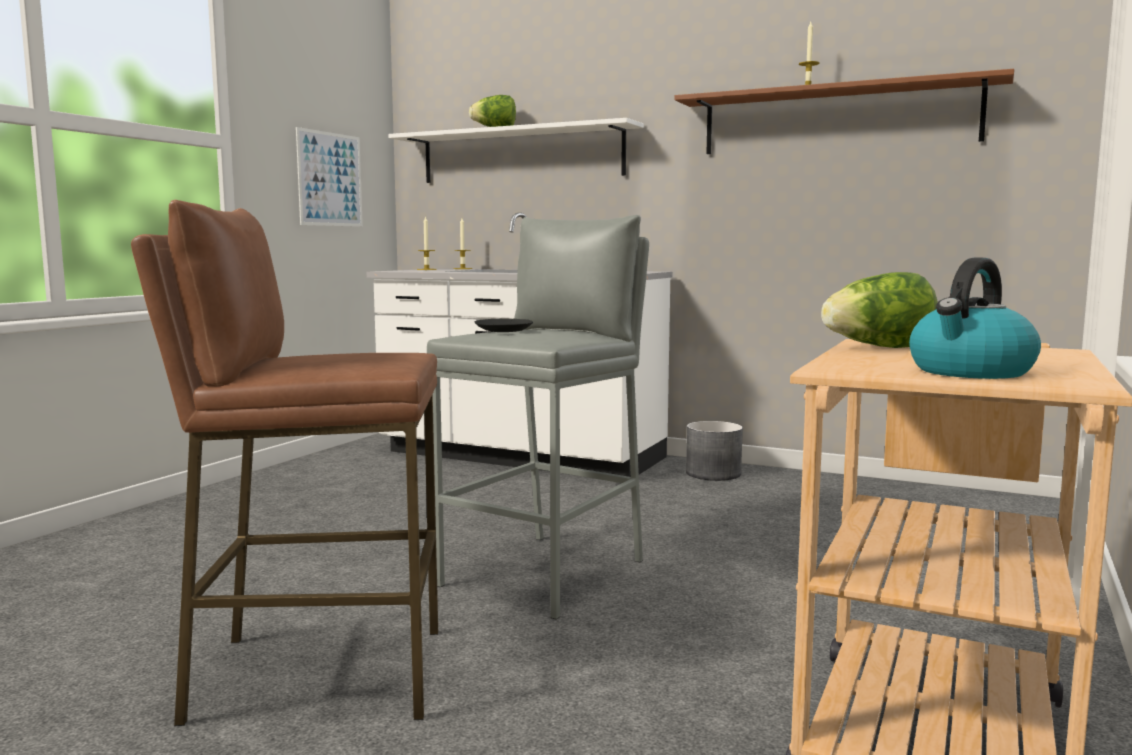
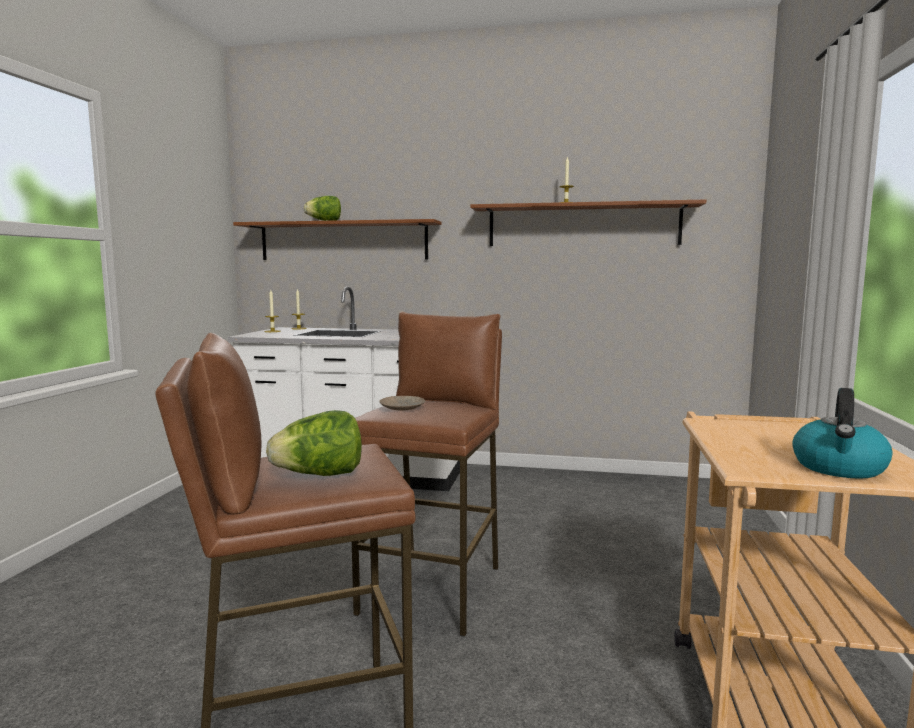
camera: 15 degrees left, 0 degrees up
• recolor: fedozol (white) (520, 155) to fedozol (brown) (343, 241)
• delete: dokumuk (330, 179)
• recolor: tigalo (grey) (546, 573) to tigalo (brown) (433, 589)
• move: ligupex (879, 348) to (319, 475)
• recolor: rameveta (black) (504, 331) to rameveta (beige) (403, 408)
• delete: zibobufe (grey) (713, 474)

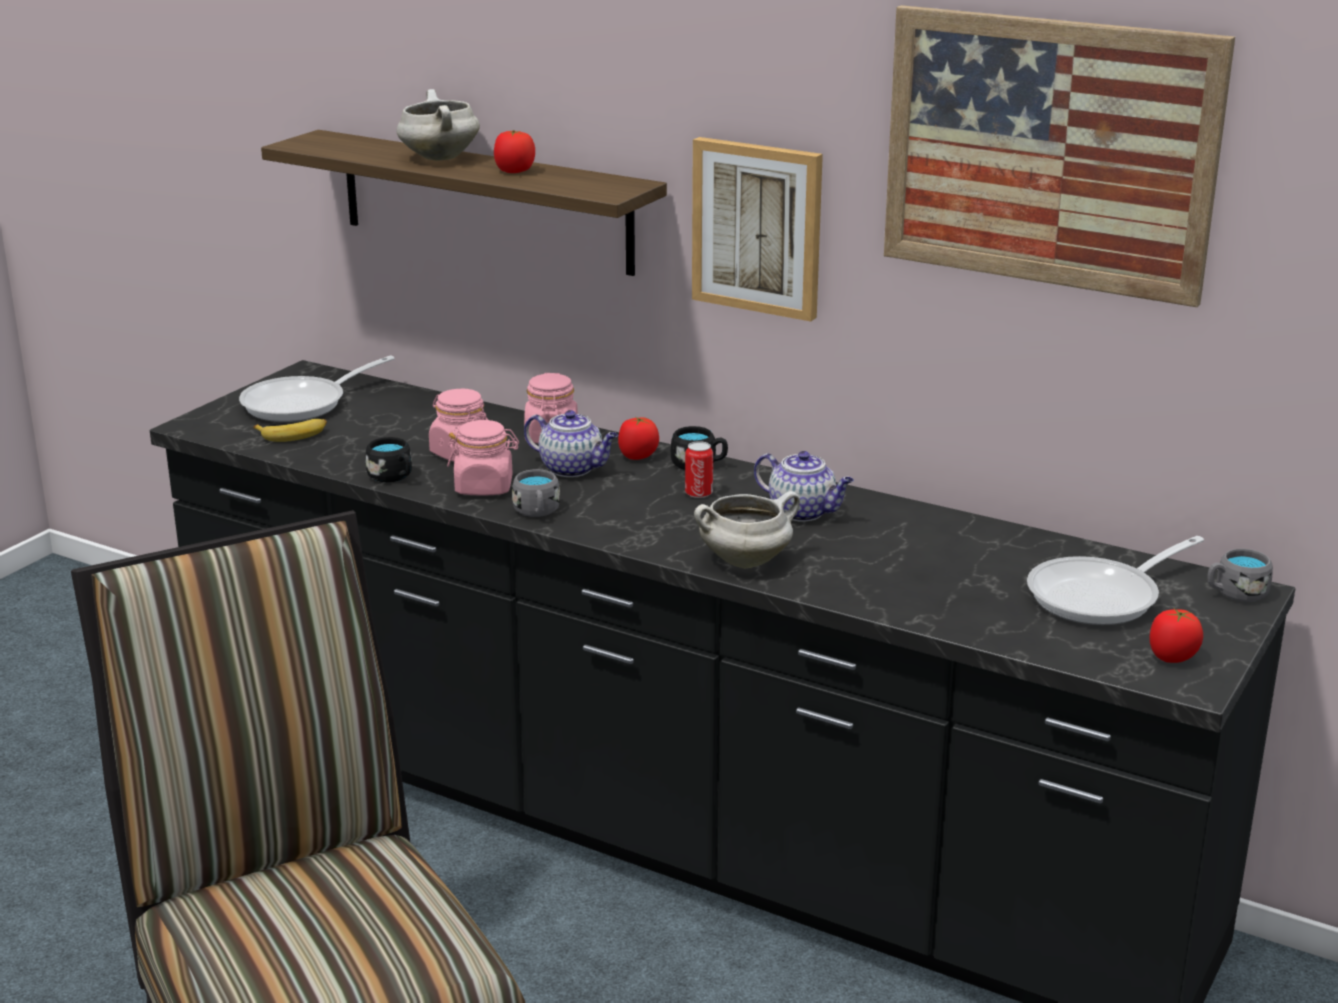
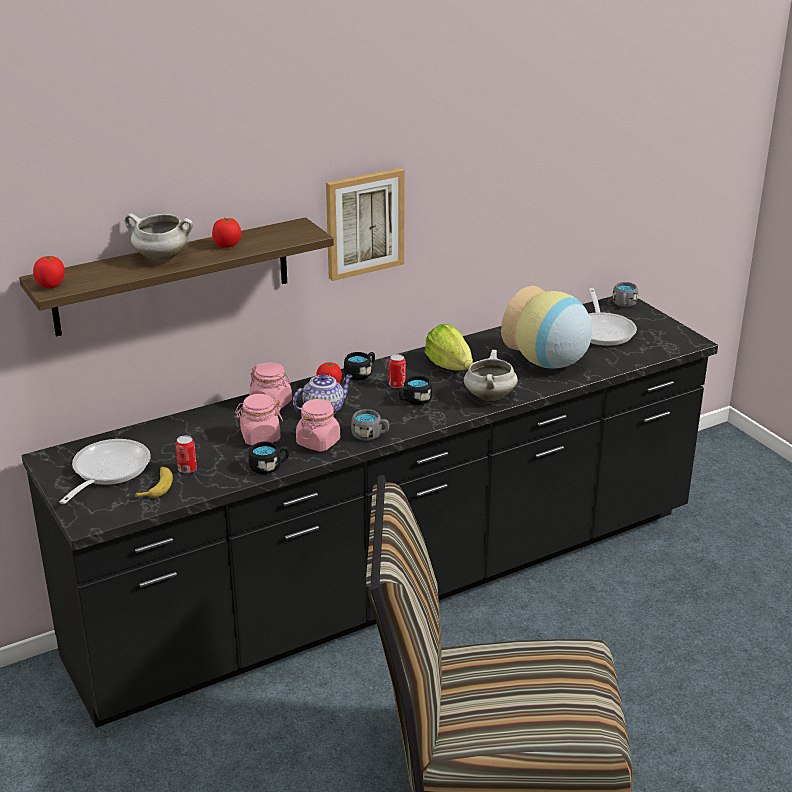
camera: 60 degrees left, 5 degrees up
• delete: dokumuk (1049, 152)
• rotate: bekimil (303, 404) = (107, 471) 150 degrees counterclockwise
• replace: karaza (803, 512) to ligupex (449, 365)
• move: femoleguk (1172, 657) to (50, 285)
• insert: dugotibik (549, 363)
• insert: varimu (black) (414, 401)
• insert: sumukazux (187, 469)

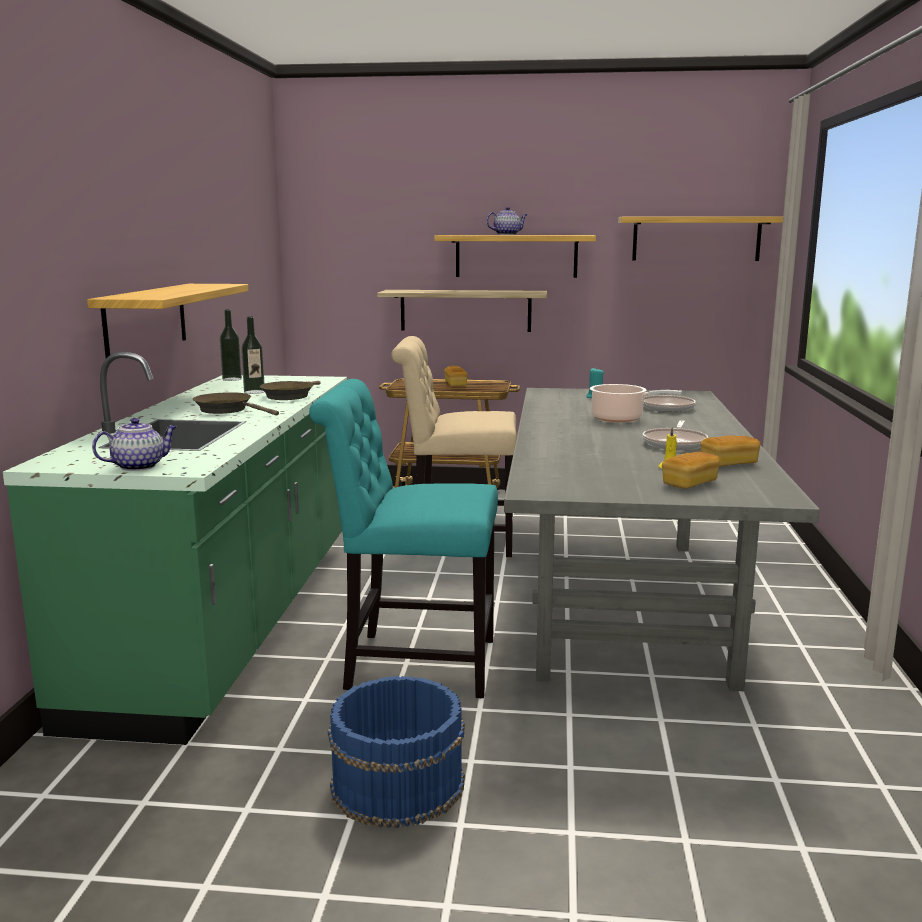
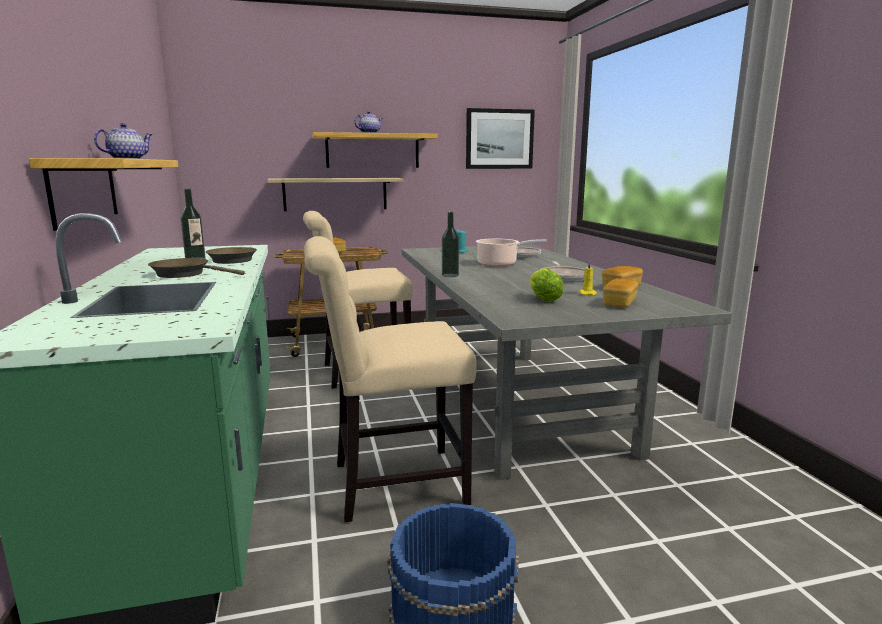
camera: 20 degrees left, 0 degrees up
• replace: fedozol (696, 239) to dokumuk (499, 139)
• move: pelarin (232, 379) to (450, 275)
• recolor: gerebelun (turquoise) (412, 664) to gerebelun (beige) (390, 484)
• move: karaza (139, 466) to (128, 159)
• insert: ligupex (542, 299)

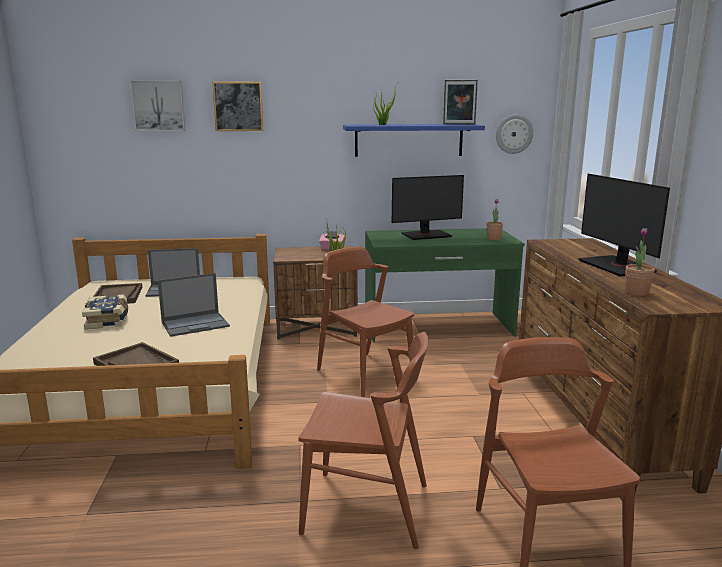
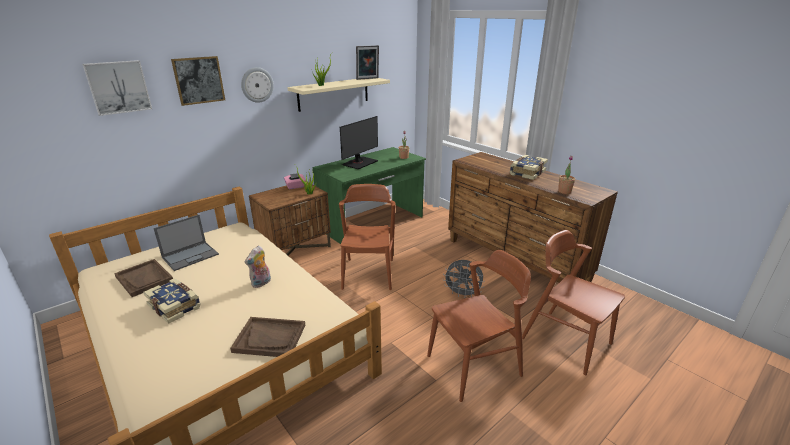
camera: 35 degrees left, 10 degrees up
• move: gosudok (514, 134) to (257, 85)
• recolor: fedozol (blue) (409, 140) to fedozol (beige) (333, 93)
• replace: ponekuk (617, 266) to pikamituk (526, 173)
• rotate: gerebelun (brown) (365, 373) = (368, 273) 75 degrees clockwise
• replace: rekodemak (196, 324) to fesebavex (261, 283)
• insert: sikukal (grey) (462, 294)

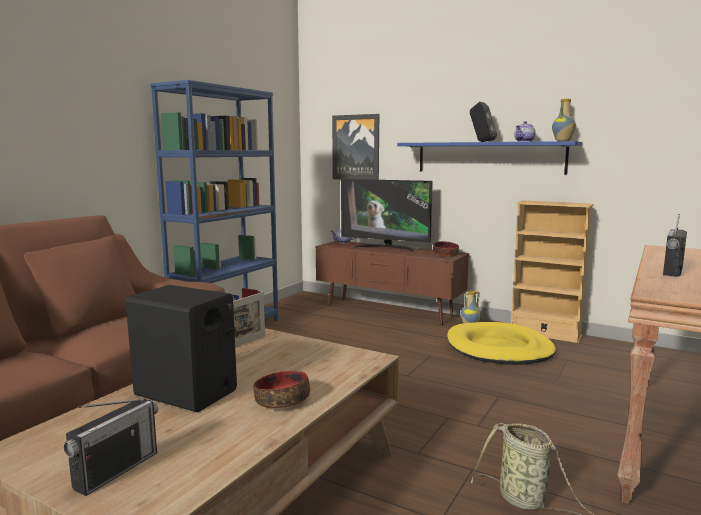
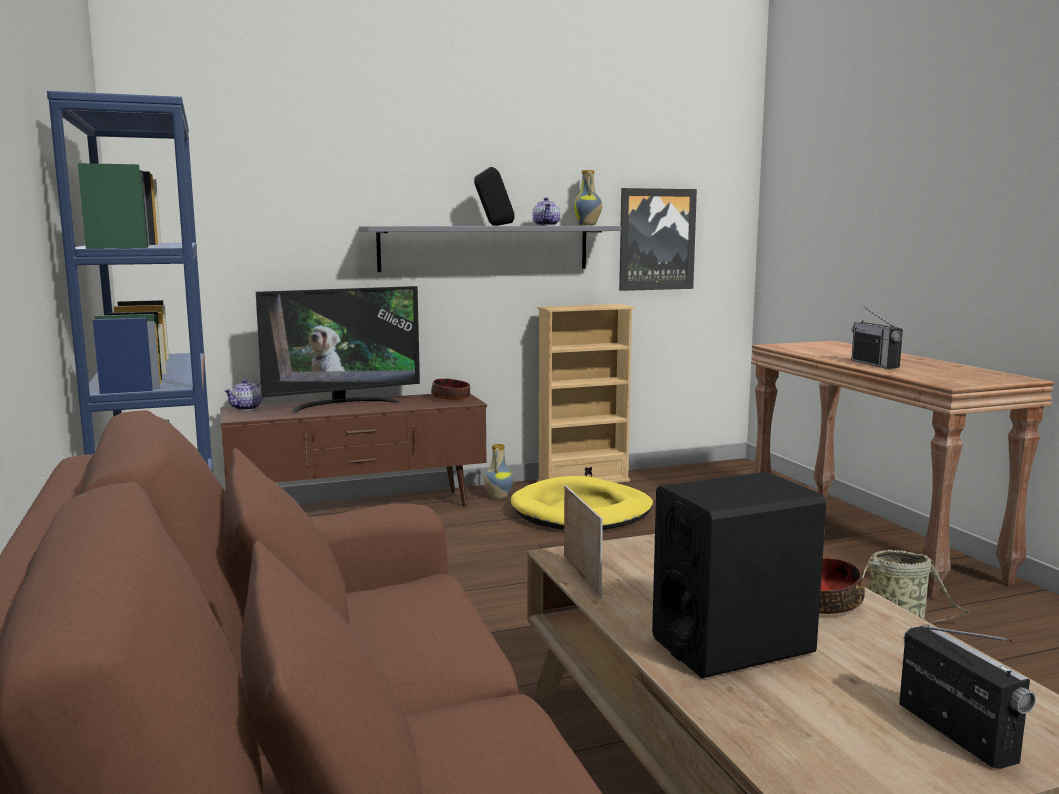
camera: 50 degrees left, 0 degrees up
• move: dokumuk (356, 147) to (656, 239)
• recolor: fedozol (blue) (489, 157) to fedozol (grey) (485, 248)

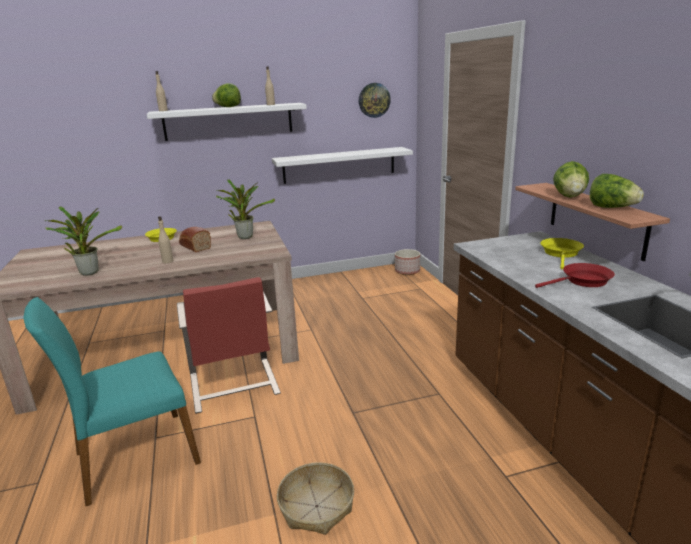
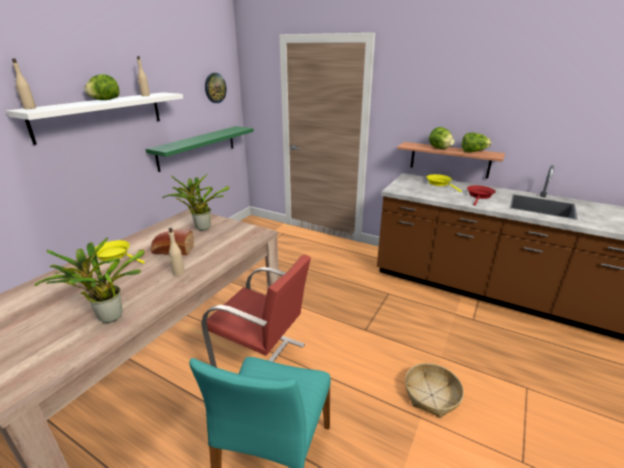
camera: 45 degrees left, 5 degrees up
• recolor: fedozol (white) (339, 165) to fedozol (green) (197, 147)
• delete: zibobufe (407, 271)

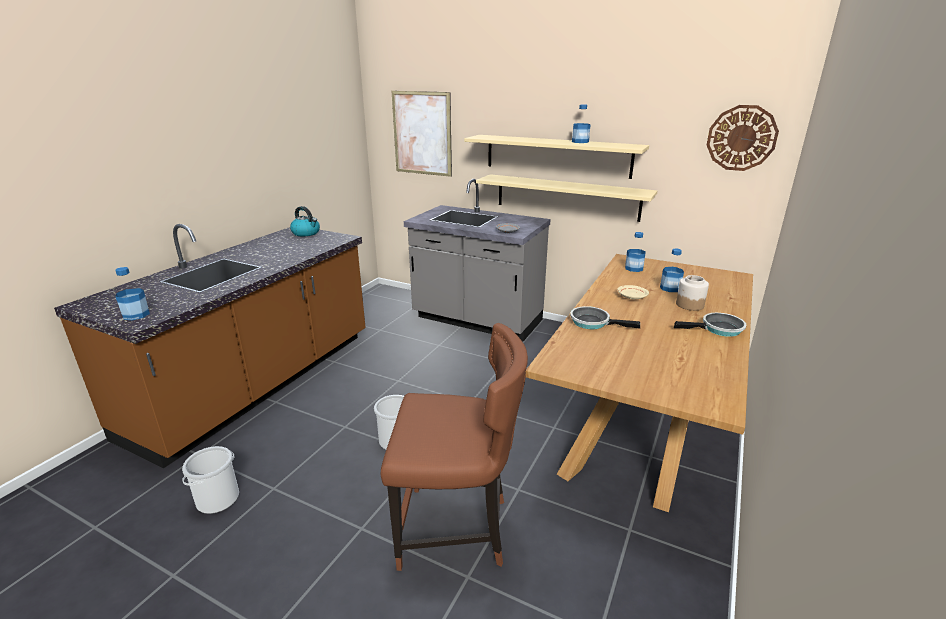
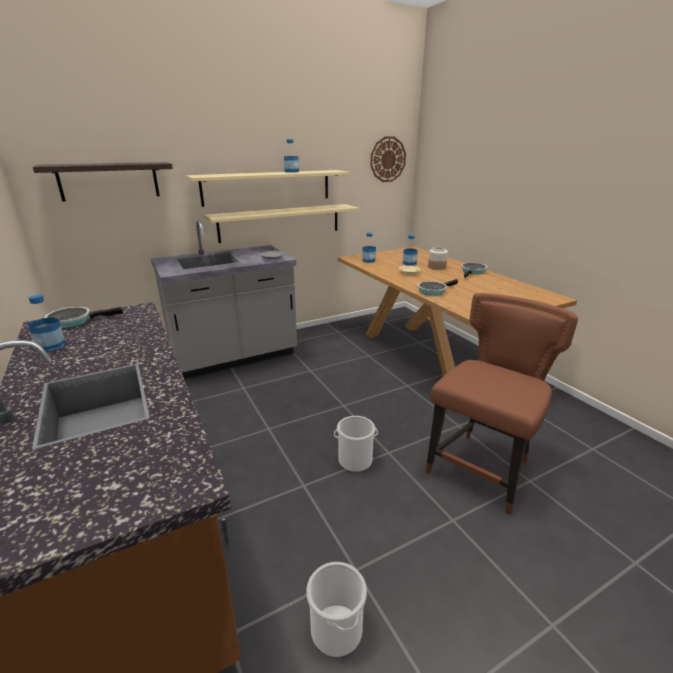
camera: 55 degrees left, 0 degrees up
• replace: dokumuk (422, 133) to fedozol (109, 181)
• replace: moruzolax (306, 233) to bekimil (74, 321)
• move: pelarin (136, 315) to (51, 346)

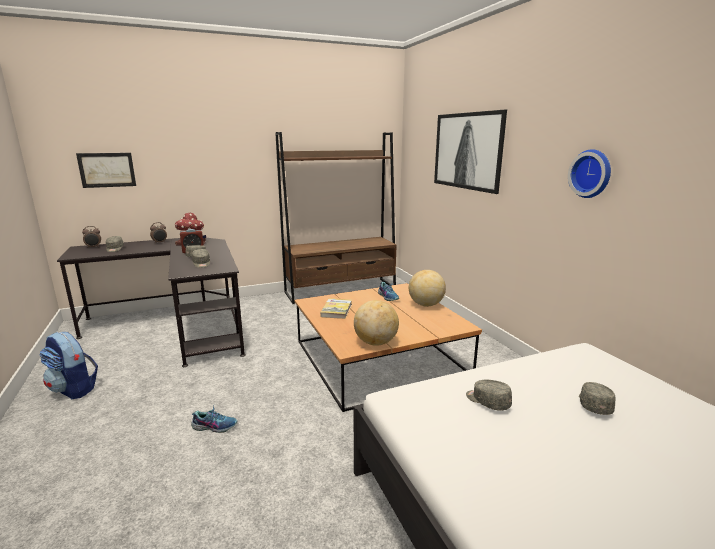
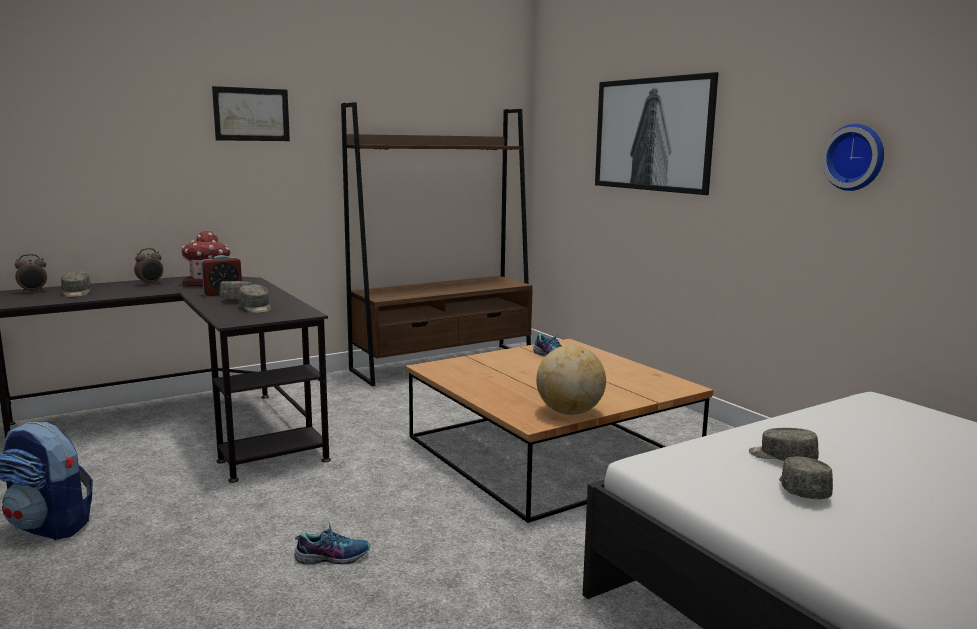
camera: 10 degrees left, 5 degrees down
• move: dokumuk (107, 170) to (251, 114)
• delete: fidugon (425, 305)
• delete: pikamituk (336, 310)
• move: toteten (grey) (594, 404) to (802, 489)

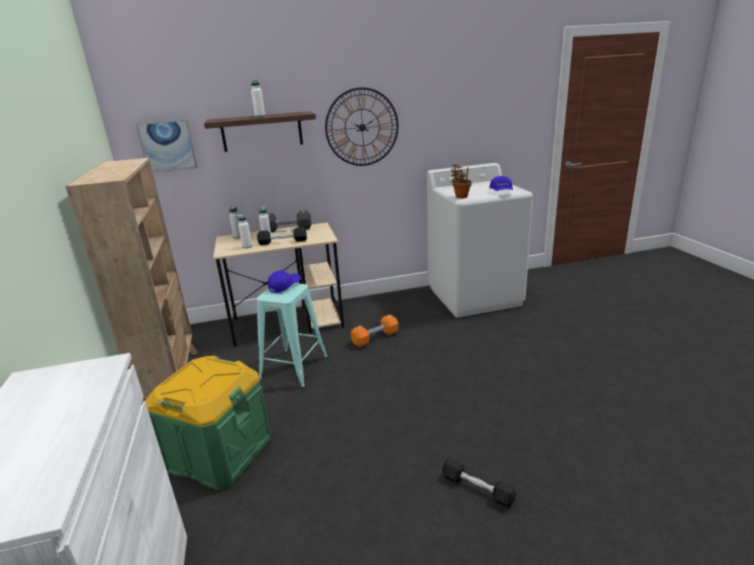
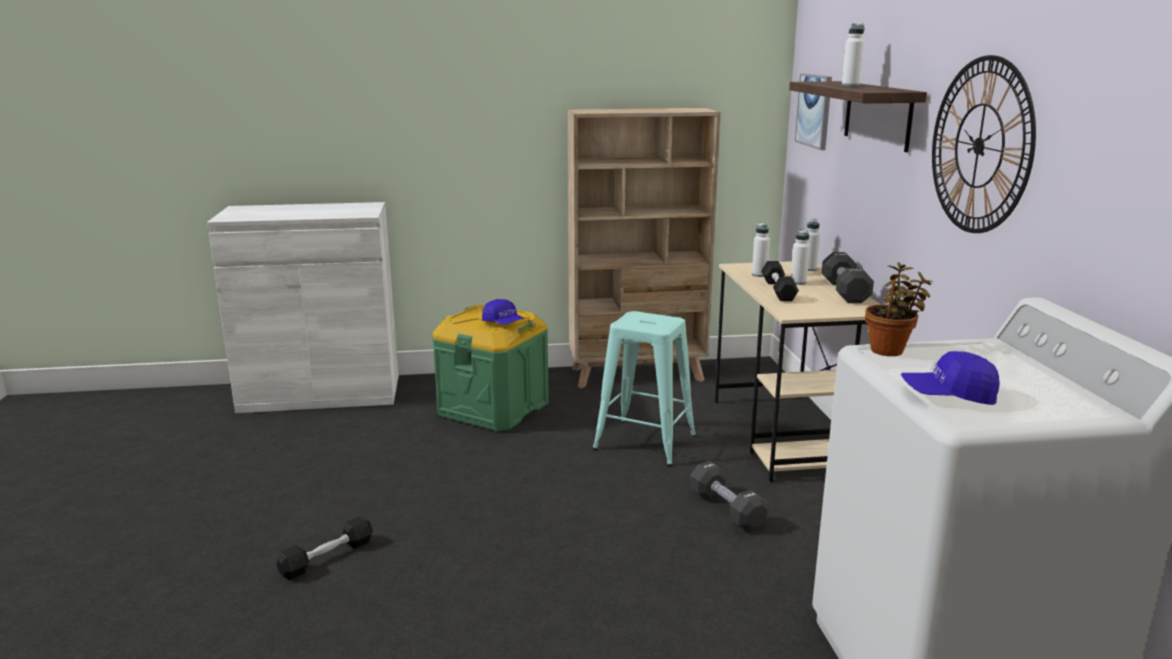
camera: 95 degrees right, 5 degrees down
• move: toteten (blue) (284, 286) to (503, 323)
• recolor: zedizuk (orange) (375, 338) to zedizuk (black) (726, 510)

